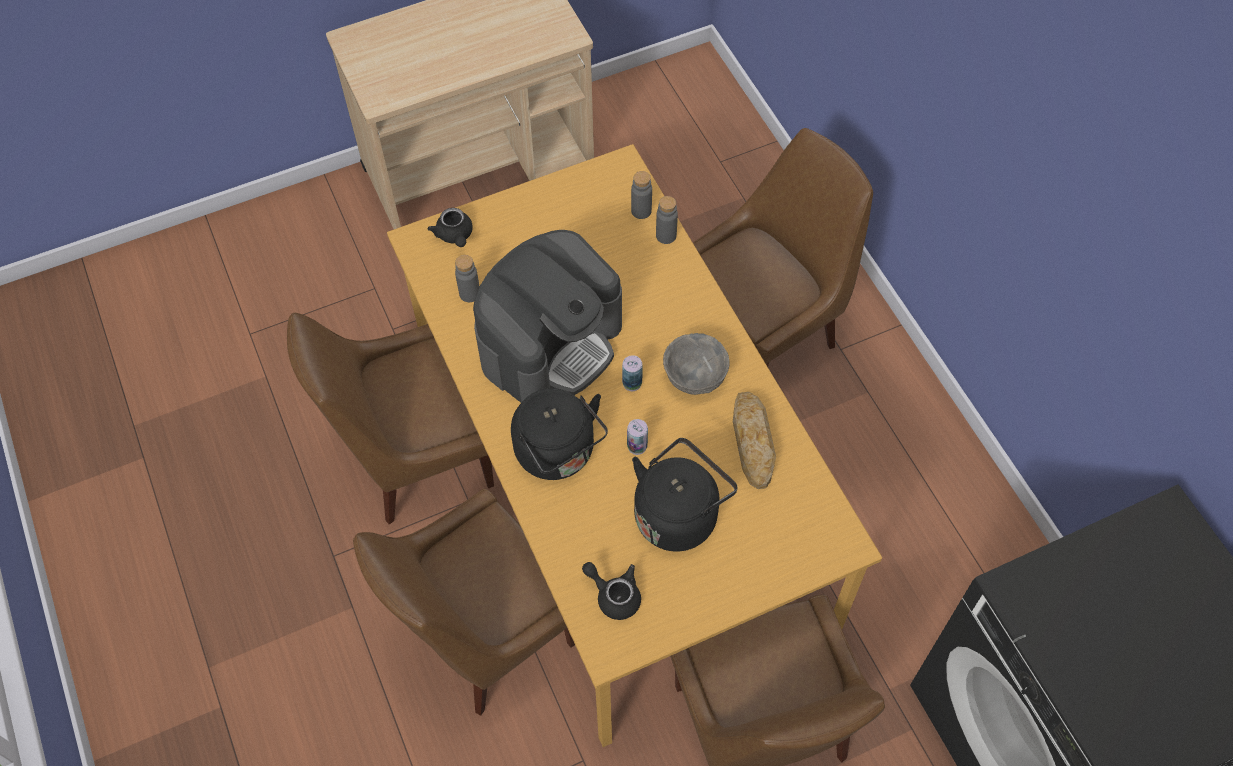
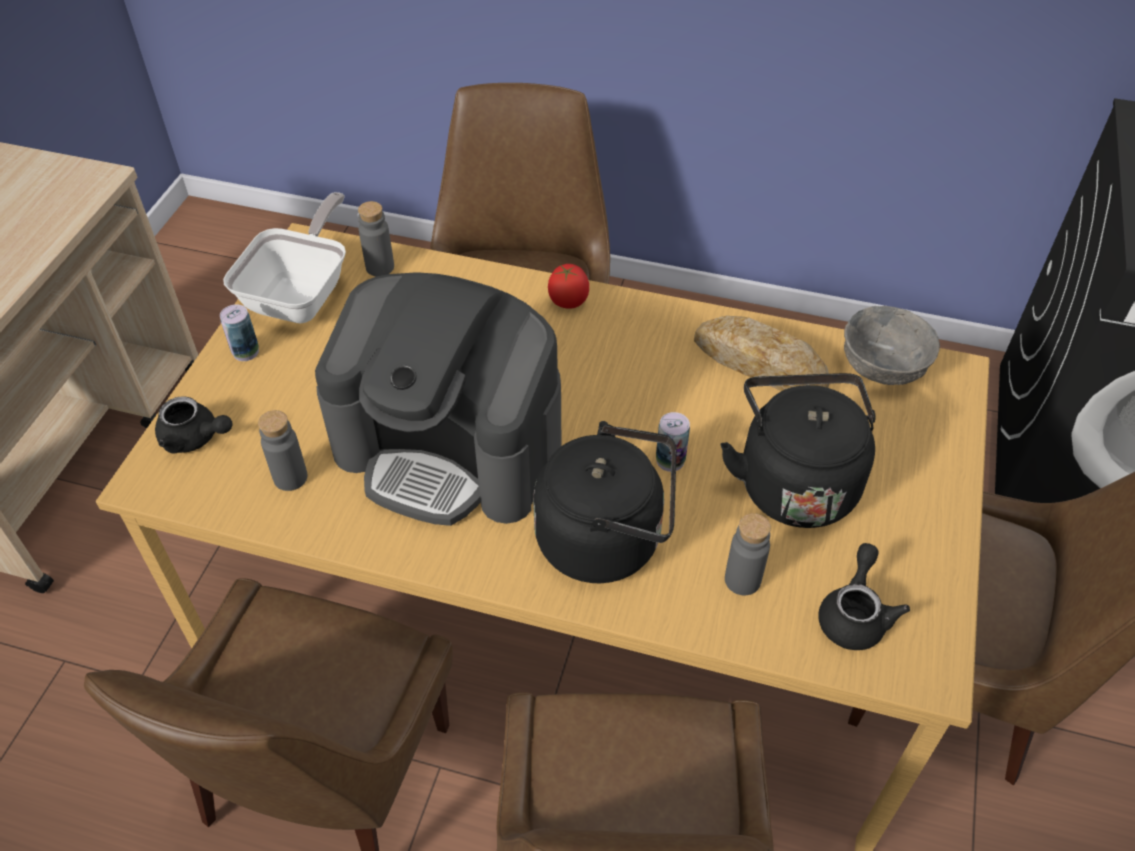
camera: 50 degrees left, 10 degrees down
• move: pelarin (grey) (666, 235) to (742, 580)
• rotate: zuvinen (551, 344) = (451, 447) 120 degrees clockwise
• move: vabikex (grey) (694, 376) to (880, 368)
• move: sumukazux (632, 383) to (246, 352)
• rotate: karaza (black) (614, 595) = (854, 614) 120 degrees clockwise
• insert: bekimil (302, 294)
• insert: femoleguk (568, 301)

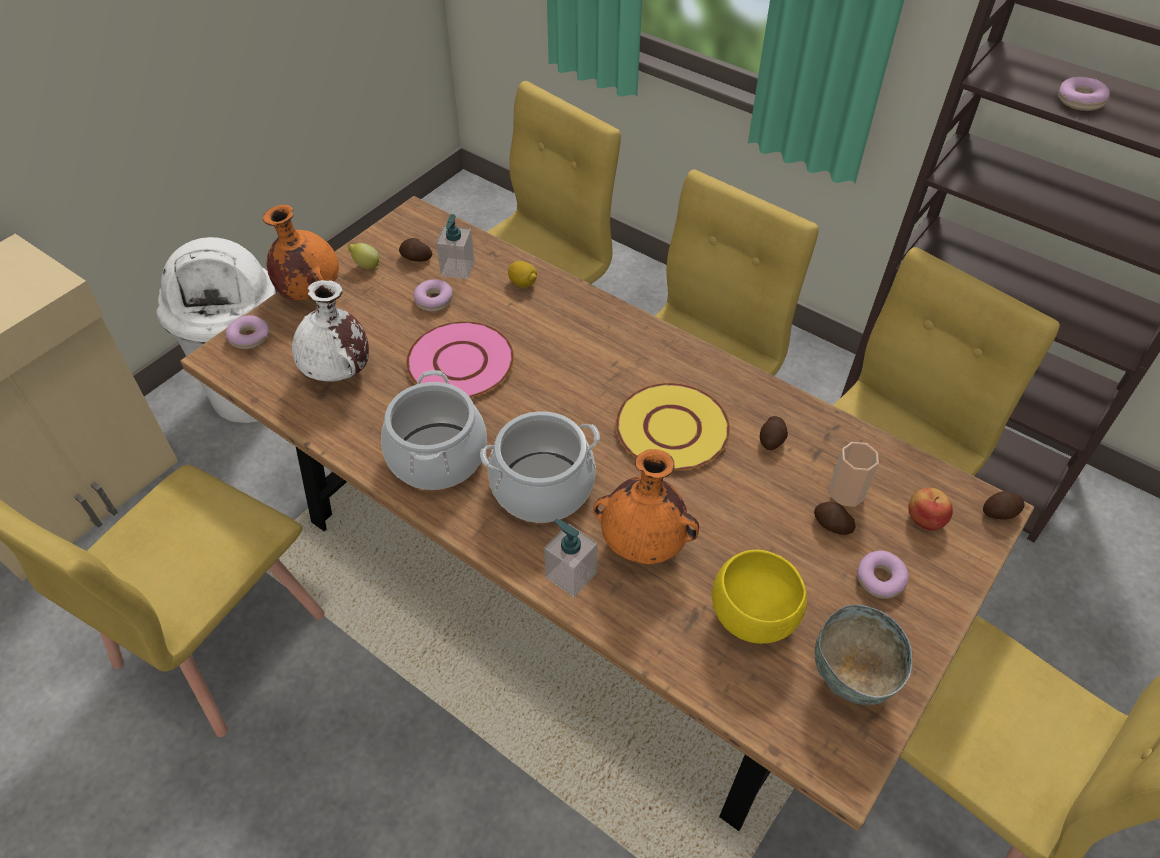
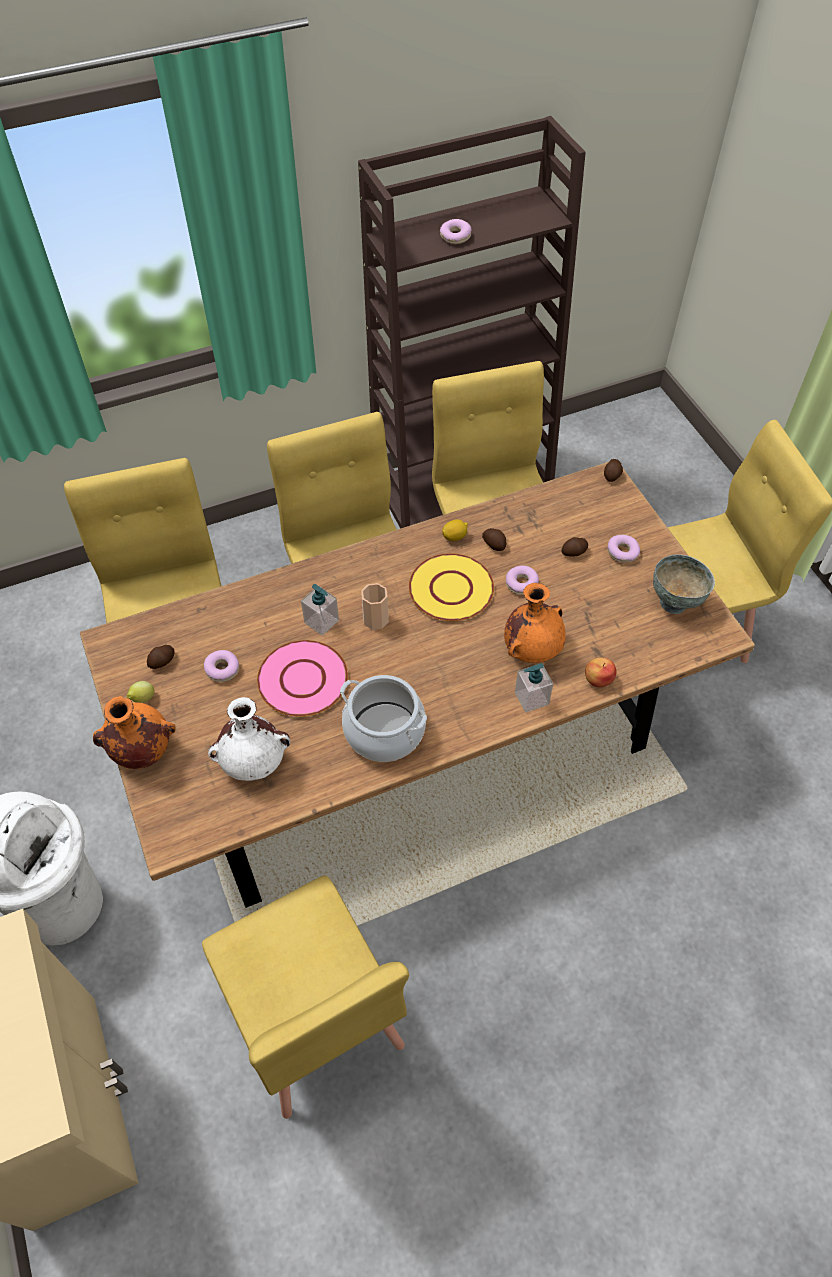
camera: 60 degrees left, 5 degrees up
• move: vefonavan (457, 268) to (321, 621)
• move: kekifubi (523, 283) to (454, 537)
• move: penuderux (249, 337) to (521, 583)
• delete: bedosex (542, 487)
• move: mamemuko (846, 492) to (375, 619)
• move: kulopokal (925, 518) to (598, 679)
• delete: vabikex (yellow) (754, 615)

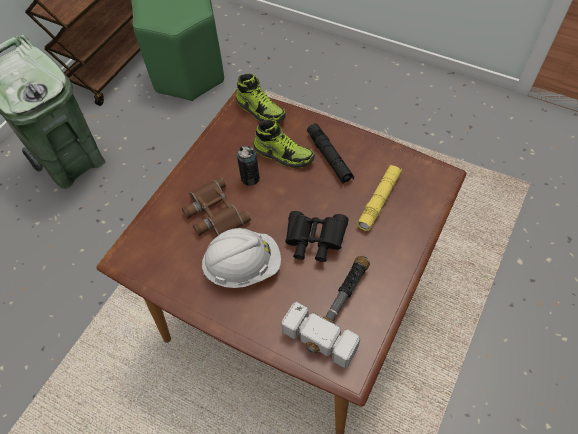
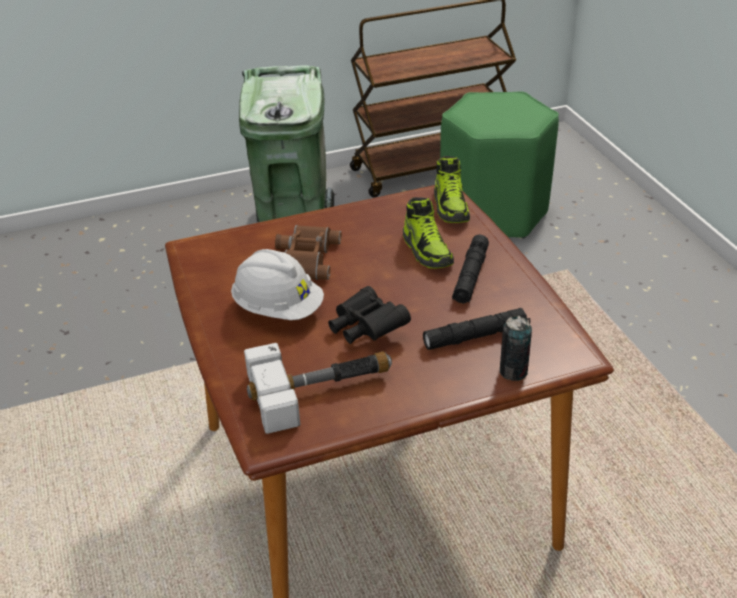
camera: 40 degrees right, 20 degrees down
• move: sumukazux (250, 178) to (513, 372)
• recolor: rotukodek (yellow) (379, 200) to rotukodek (black) (476, 336)

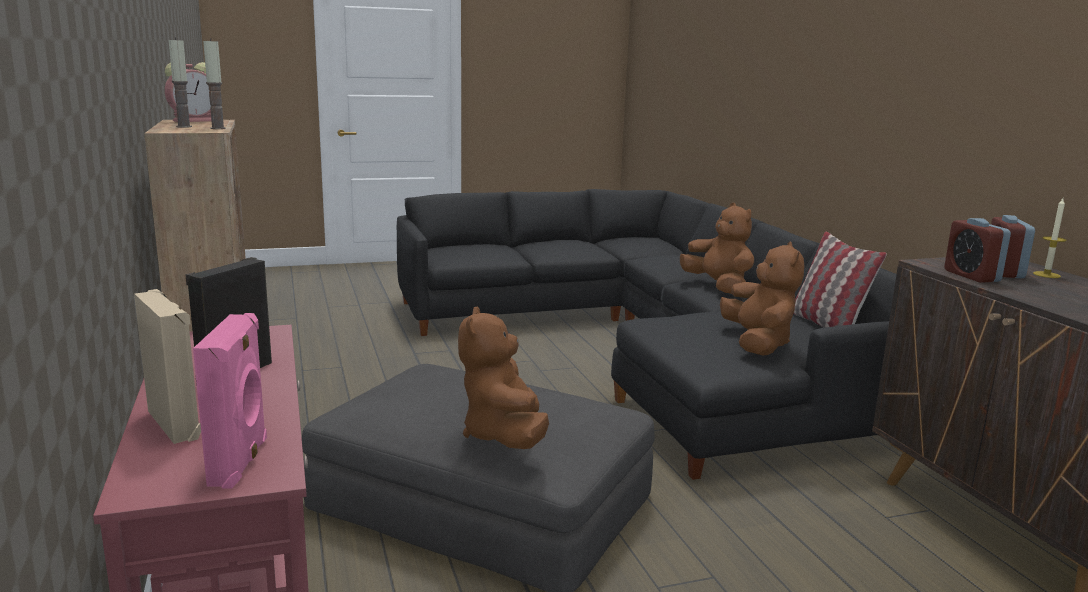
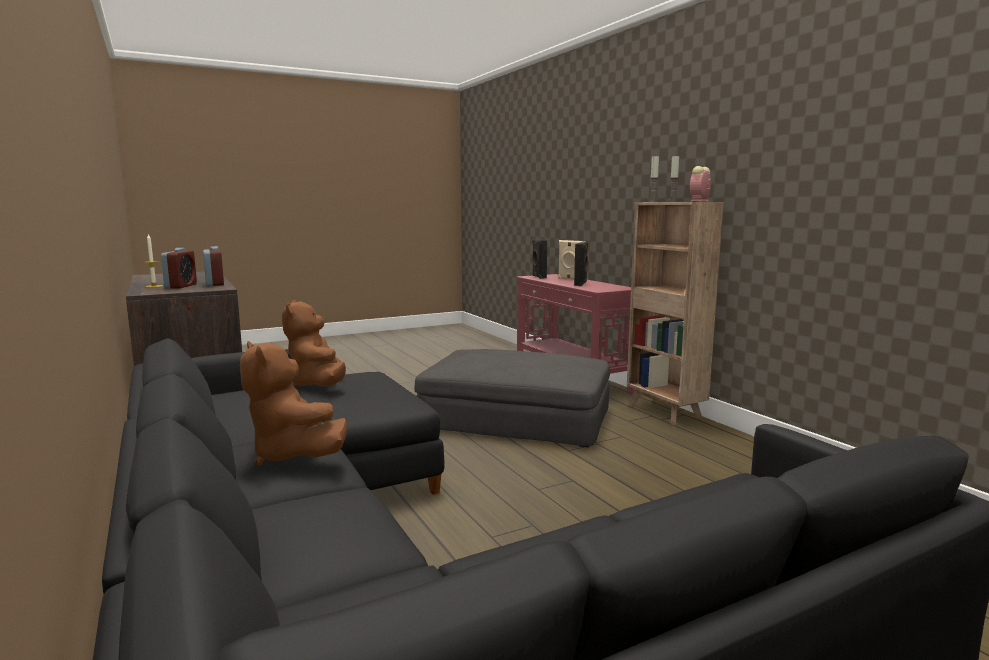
camera: 170 degrees right, 5 degrees down
• delete: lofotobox (827, 325)
• delete: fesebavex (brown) (504, 436)
• recolor: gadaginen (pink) (241, 462) to gadaginen (black) (538, 277)

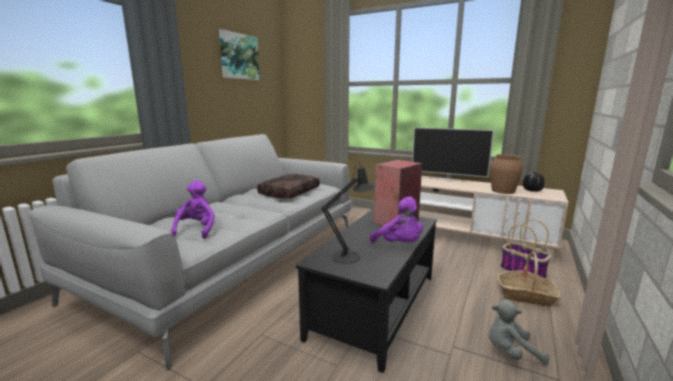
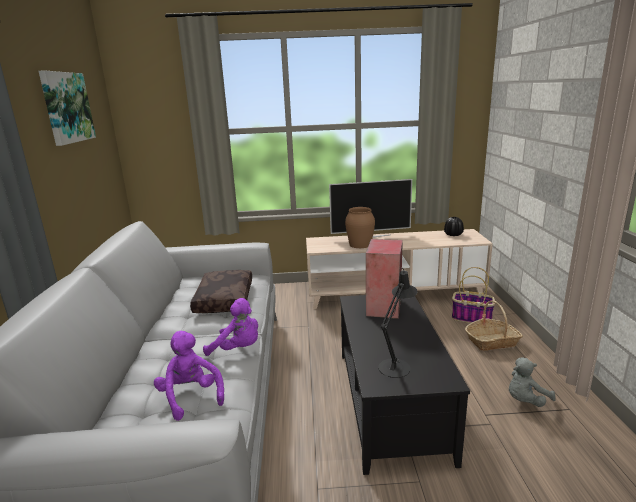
camera: 30 degrees left, 5 degrees up
• move: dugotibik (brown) (502, 191) to (359, 244)
• move: fesebavex (purple) (400, 245) to (238, 349)

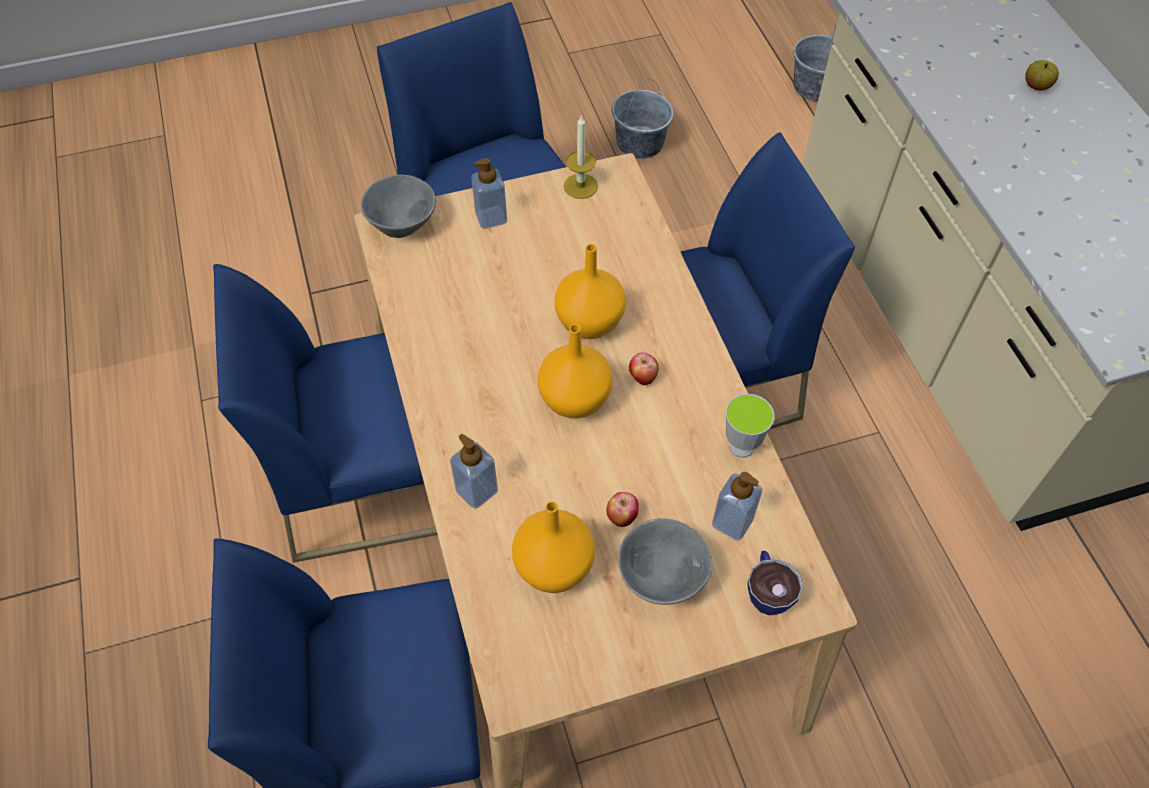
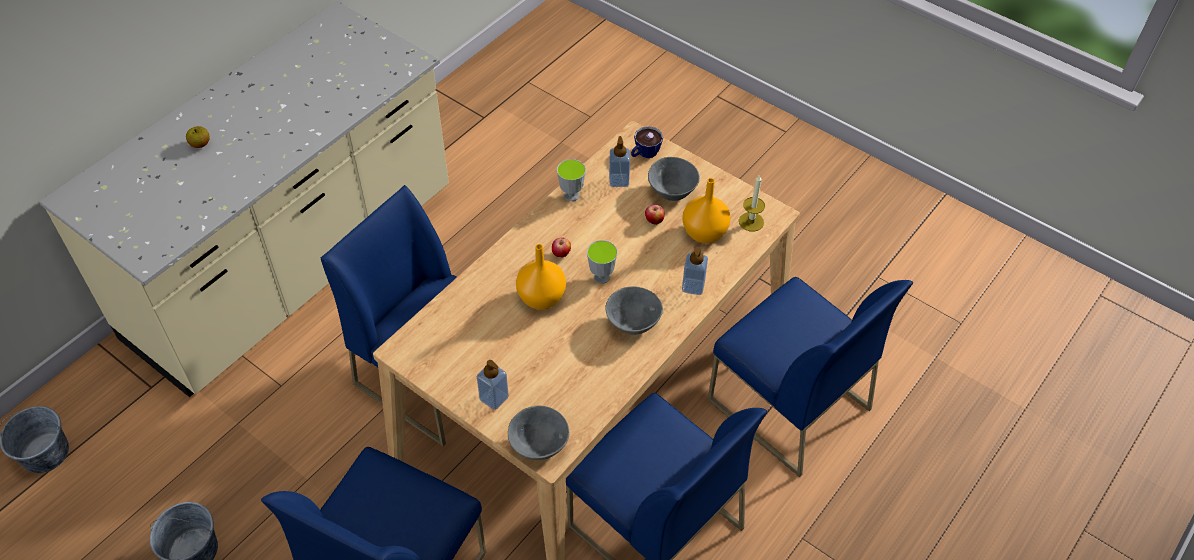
camera: 125 degrees left, 5 degrees down
• move: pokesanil (580, 186) to (751, 221)
• replace: dugotibik (orange) (573, 399) to mamemuko (601, 277)
• insert: vabikex (grey) (632, 322)

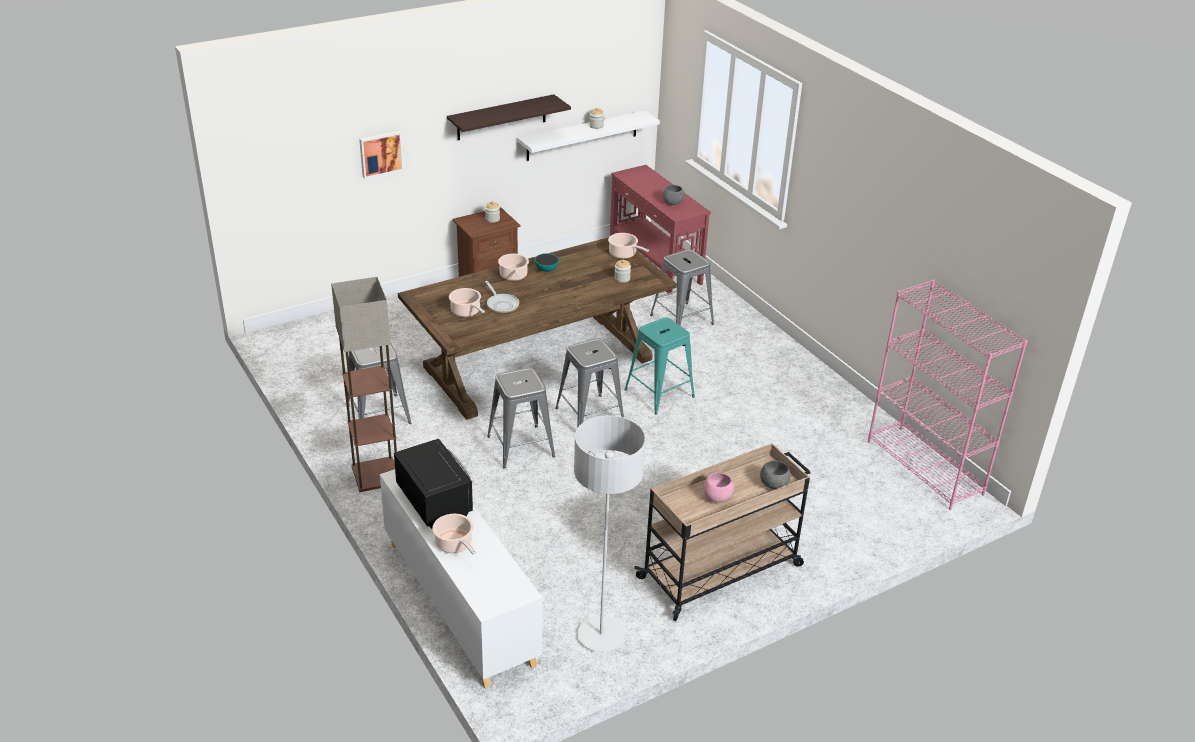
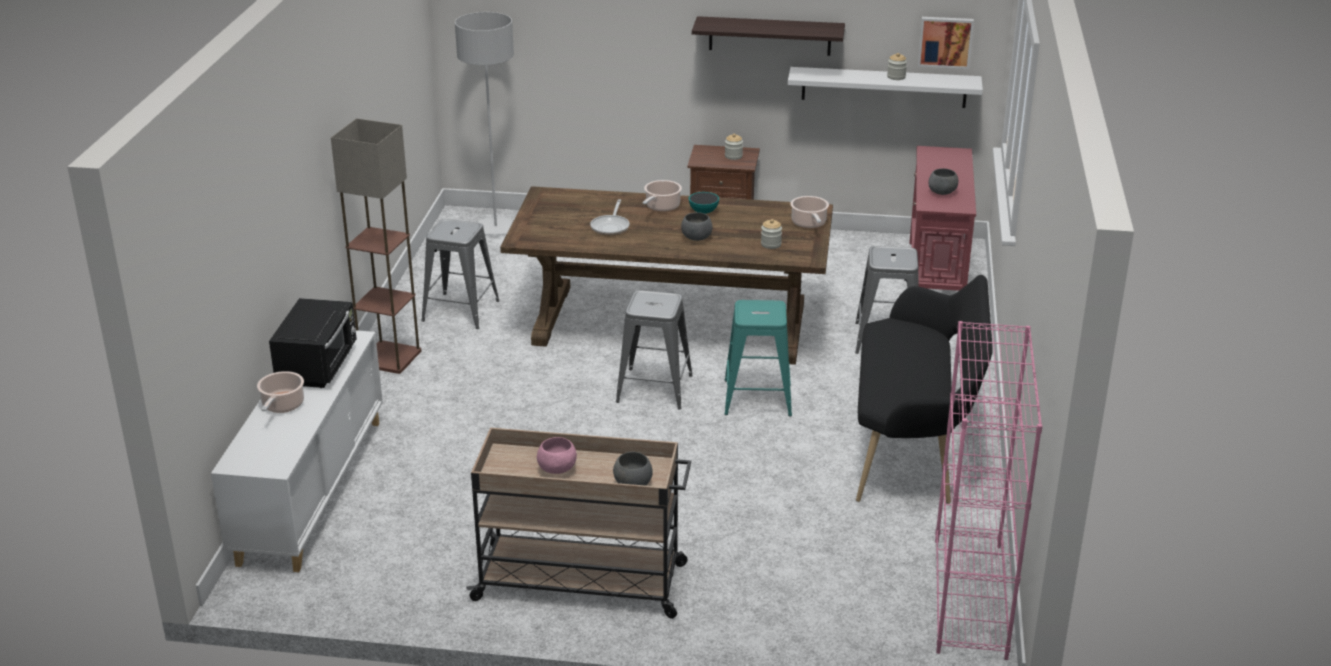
camera: 40 degrees right, 5 degrees down
• move: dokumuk (380, 153) to (945, 41)
• delete: bedosex (466, 312)
• delete: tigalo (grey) (521, 446)
• move: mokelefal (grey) (601, 635) to (495, 228)
• insert: vabikex (grey) (696, 238)
• insert: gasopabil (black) (913, 447)

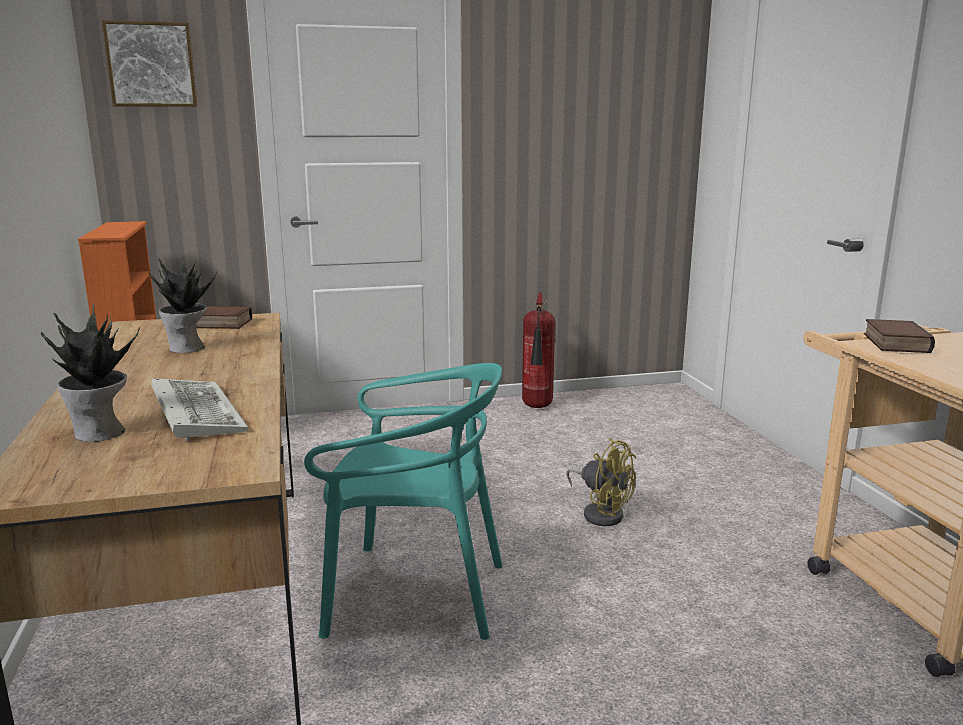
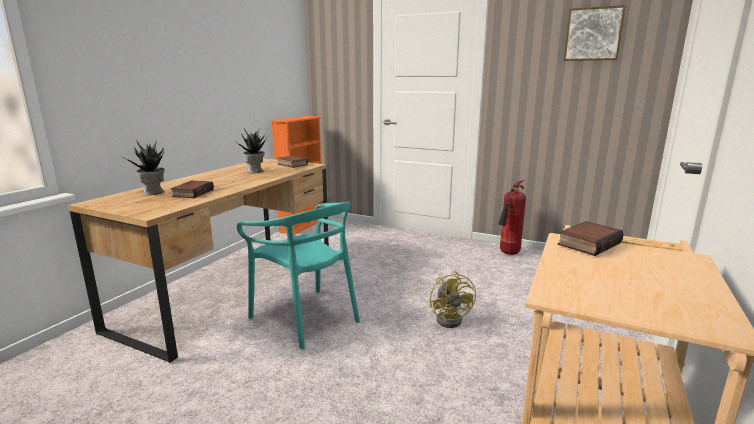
camera: 40 degrees right, 0 degrees up
• move: dokumuk (151, 65) to (593, 34)
• replace: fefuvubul (194, 412) to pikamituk (192, 193)

